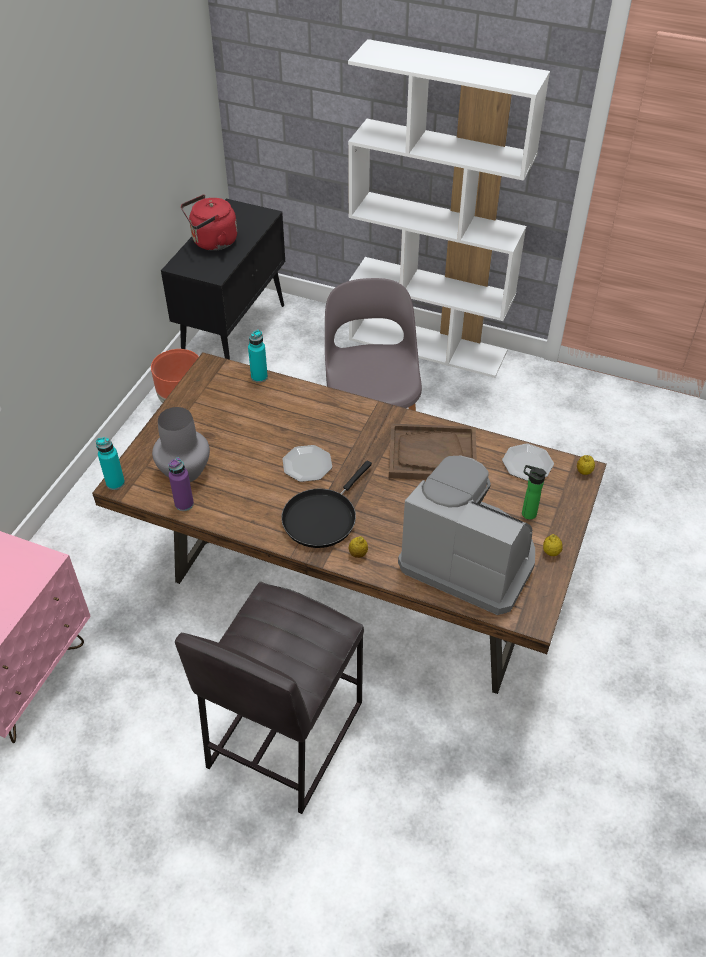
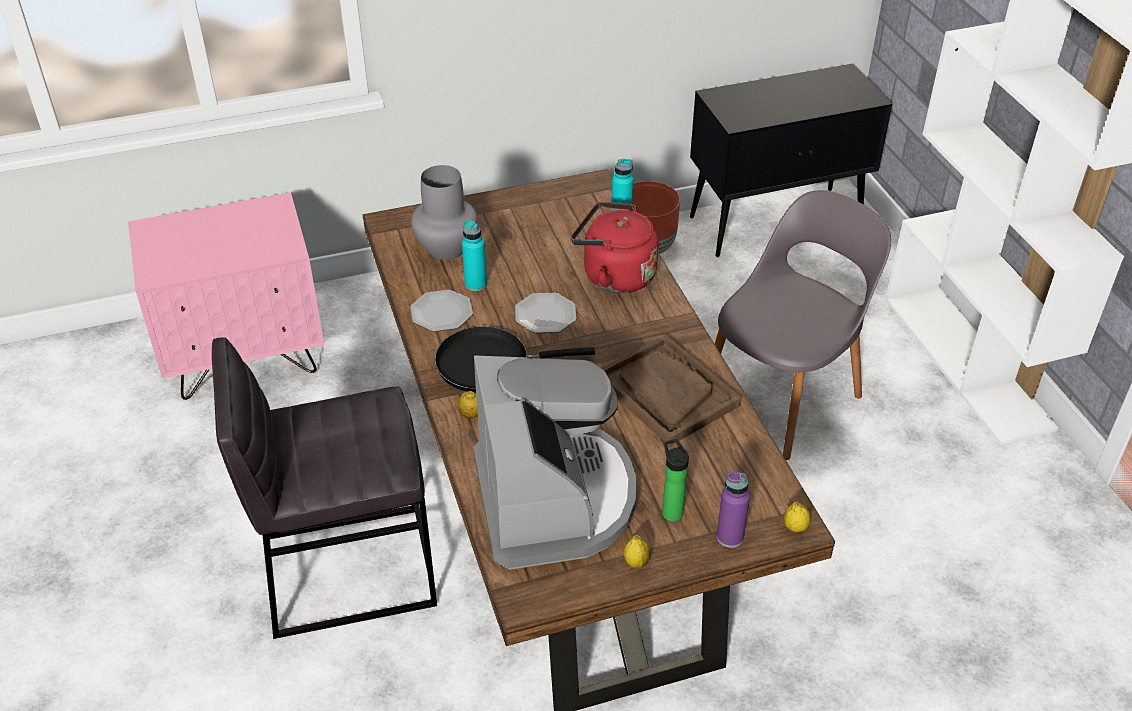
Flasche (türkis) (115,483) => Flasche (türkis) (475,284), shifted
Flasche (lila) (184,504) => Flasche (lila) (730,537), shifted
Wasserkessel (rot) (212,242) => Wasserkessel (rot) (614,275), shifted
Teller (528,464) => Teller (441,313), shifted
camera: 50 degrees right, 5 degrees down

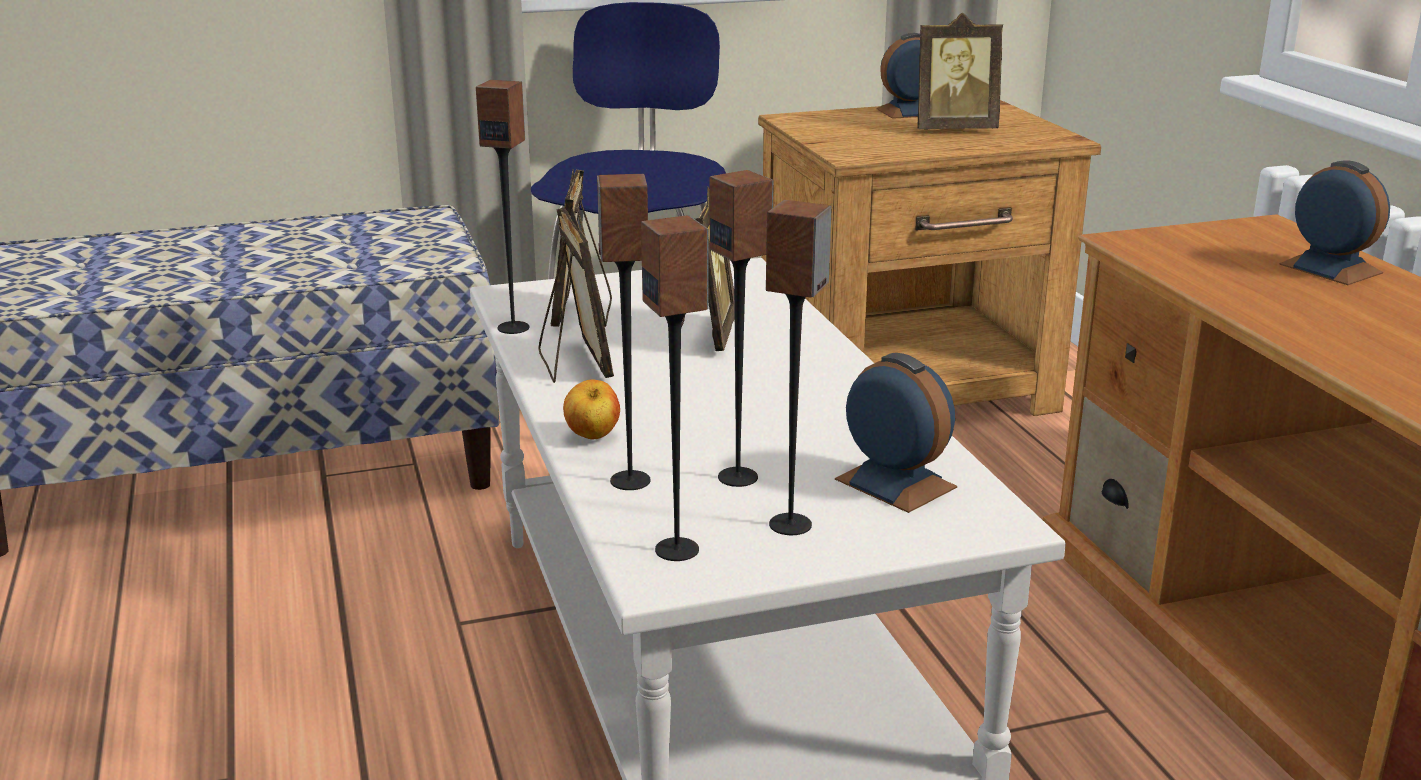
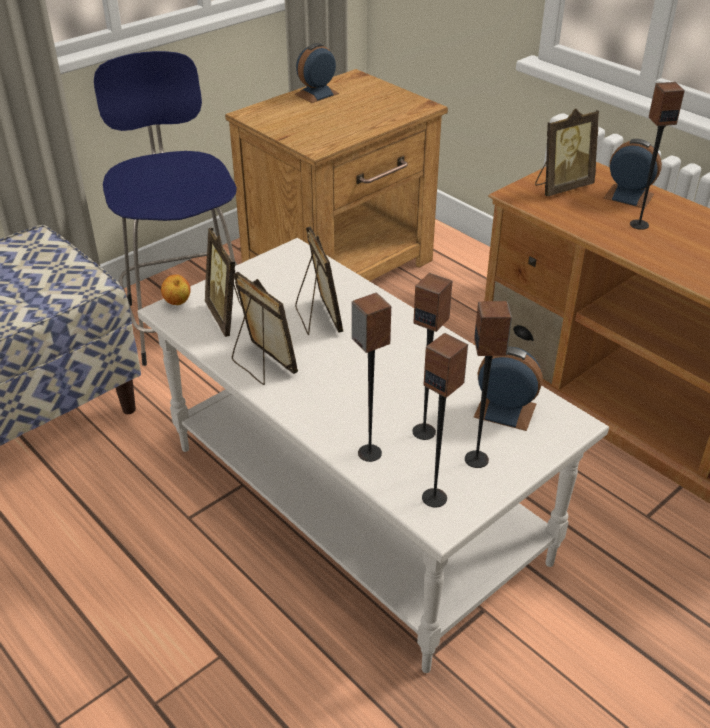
Lautsprecher (513,328) => Lautsprecher (639,224), shifted
Apfel (592,437) => Apfel (177,303), shifted
Bilderrahmen (954,129) => Bilderrahmen (561,187), shifted
camera: 25 degrees left, 15 degrees up

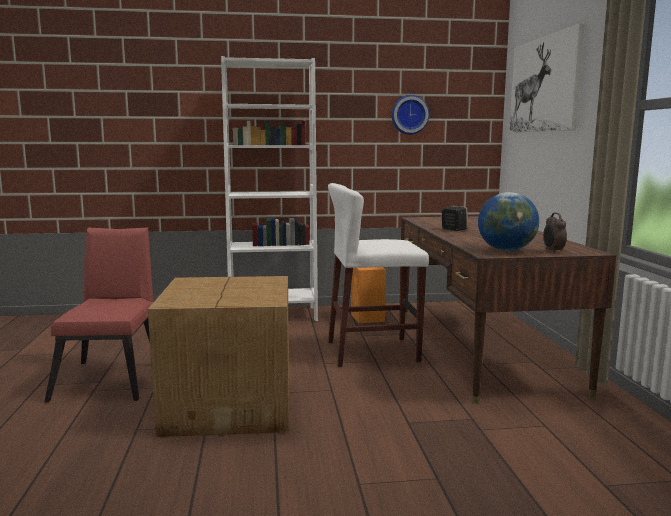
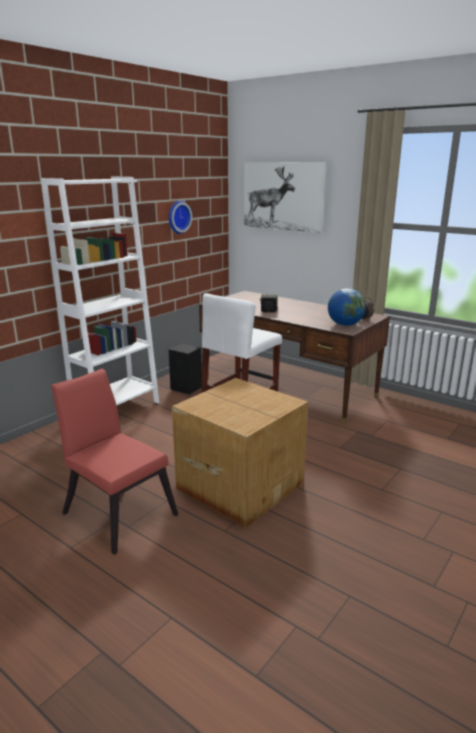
Lautsprecher (orange) (368,318) => Lautsprecher (schwarz) (187,388)
camera: 45 degrees left, 10 degrees up

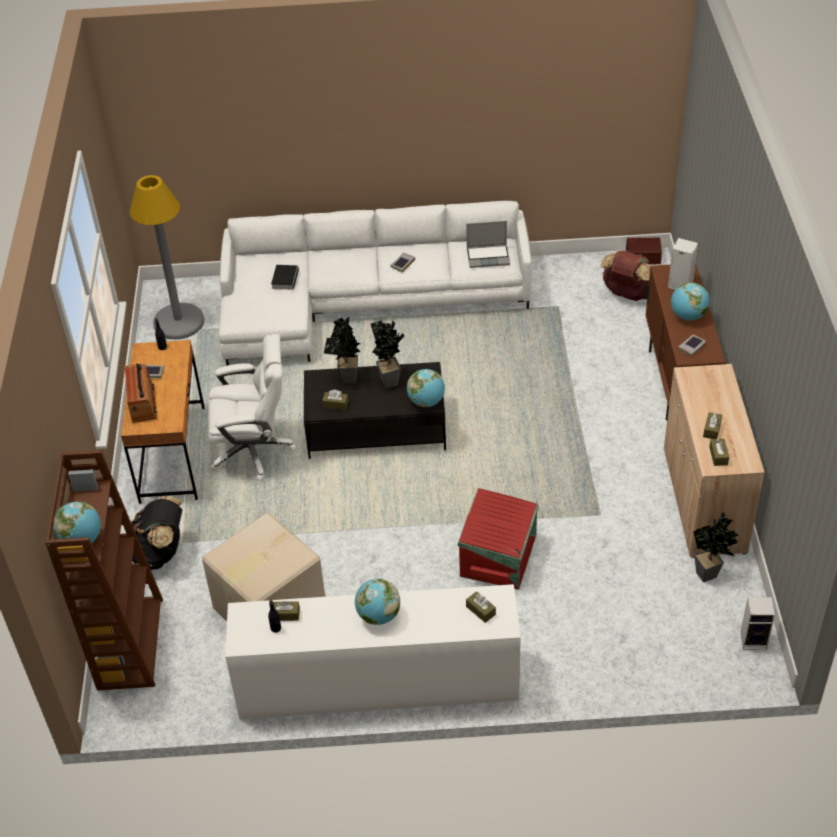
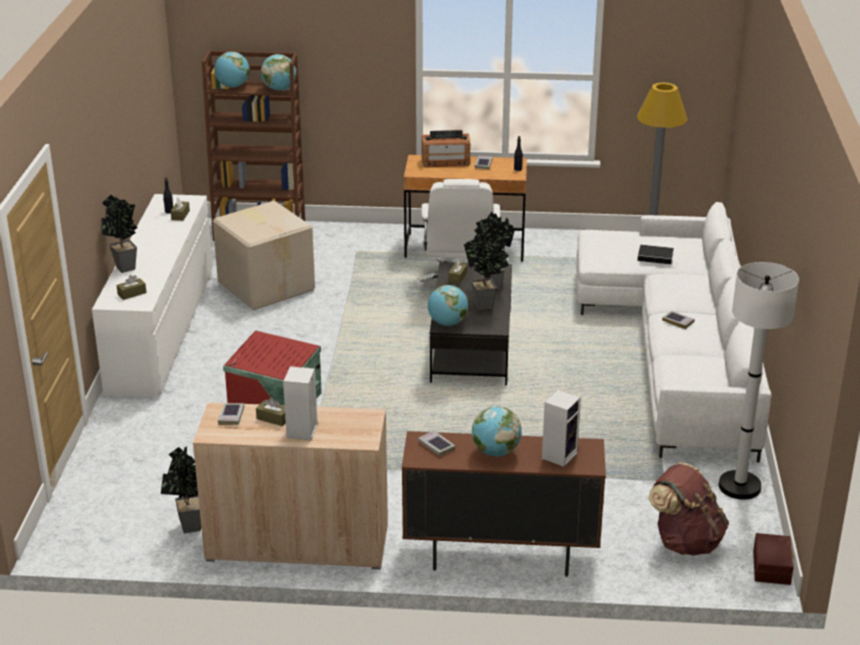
Rucksack (schwarz) (160,553) => nothing
Laptop (488,256) => nothing
nothing => Topfpflanze (125,269)
nothing => Stehlampe (weiß) (739,486)
Globus (378,615) => Globus (279,89), shifted
Lautsprecher (754,640) => Lautsprecher (302,432), shifted
Taschentuchbox (braun) (718,456) => Buch (231,416)
camera: 95 degrees right, 15 degrees down

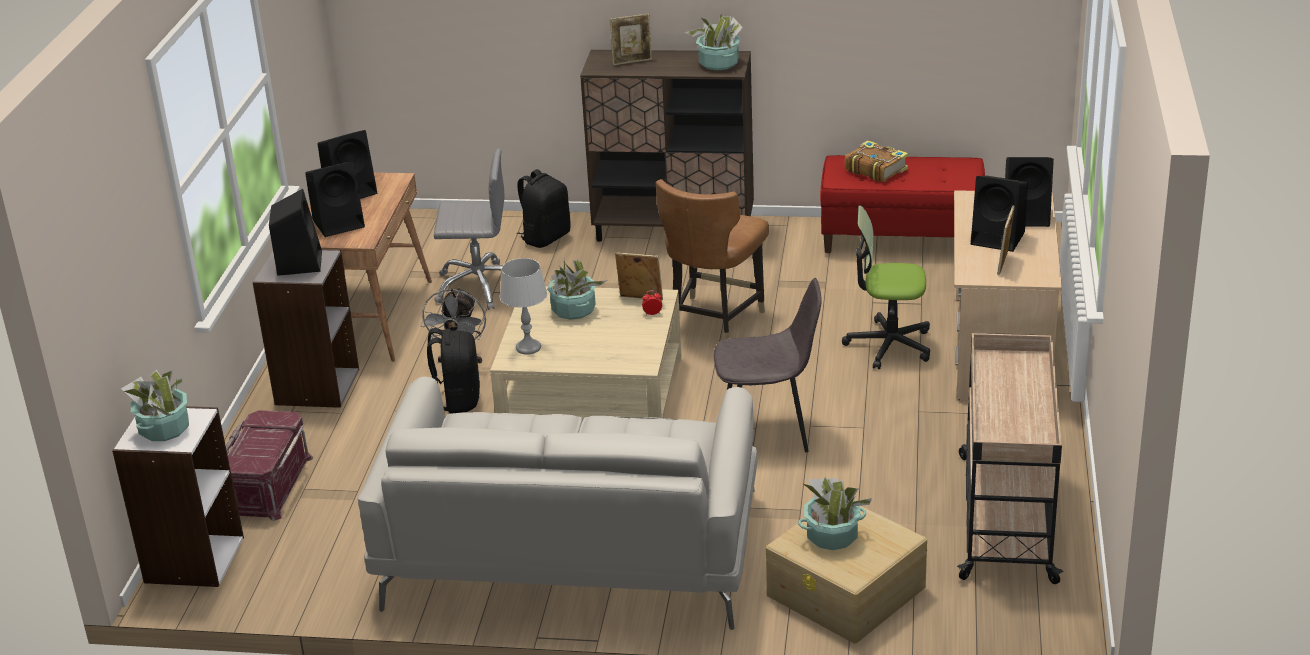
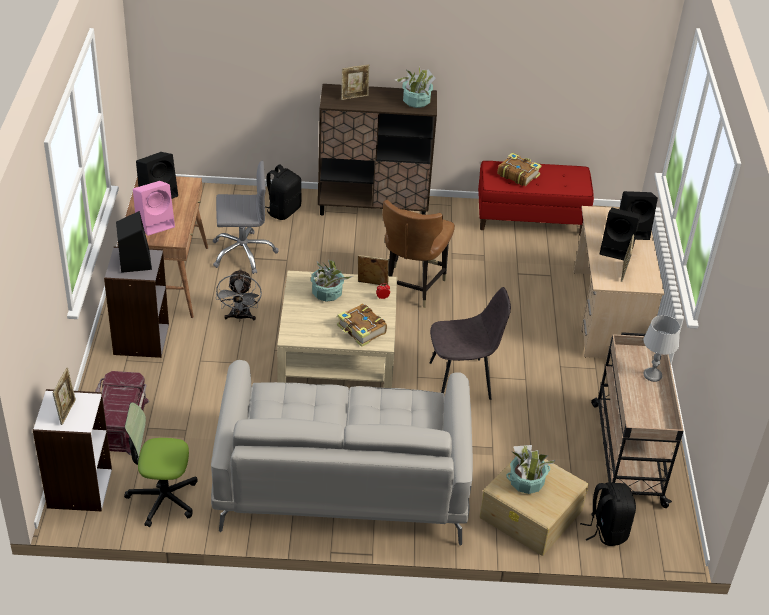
nothing => Buch (361,330)
Rucksack (schwarz) (457,400) => Rucksack (schwarz) (606,530), shifted
Tischlampe (grau) (528,347) => Tischlampe (grau) (652,375), shifted
Bürostuhl (889,345) => Bürostuhl (163,498), shifted
Topfpflanze (164,429) => Bilderrahmen (66,411)
Lautsprecher (schwarz) (340,223) => Lautsprecher (rosa) (156,223)
camera: 10 degrees left, 10 degrees up

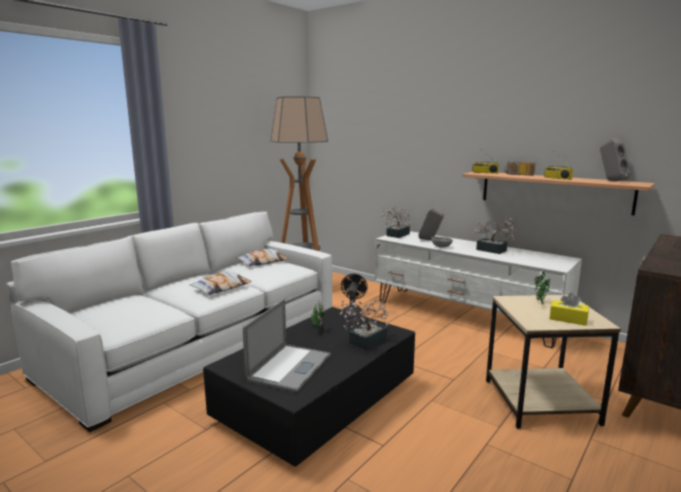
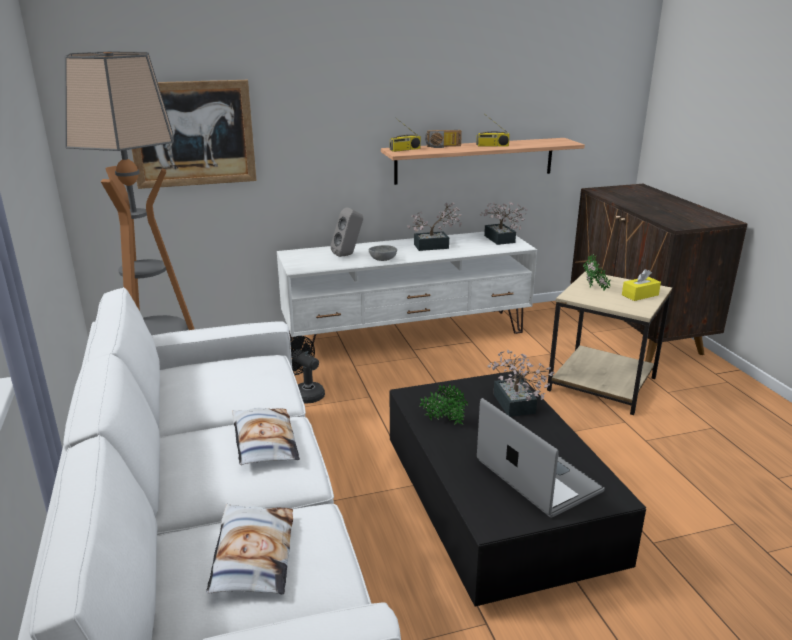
Lautsprecher (grau) (611,181) => nothing
nothing => Bild (192,134)
Kissen (262,262) => Kissen (252,555), shifted
Topfpflanze (396,235) => Topfpflanze (501,240), shifted
camera: 55 degrees left, 10 degrees up

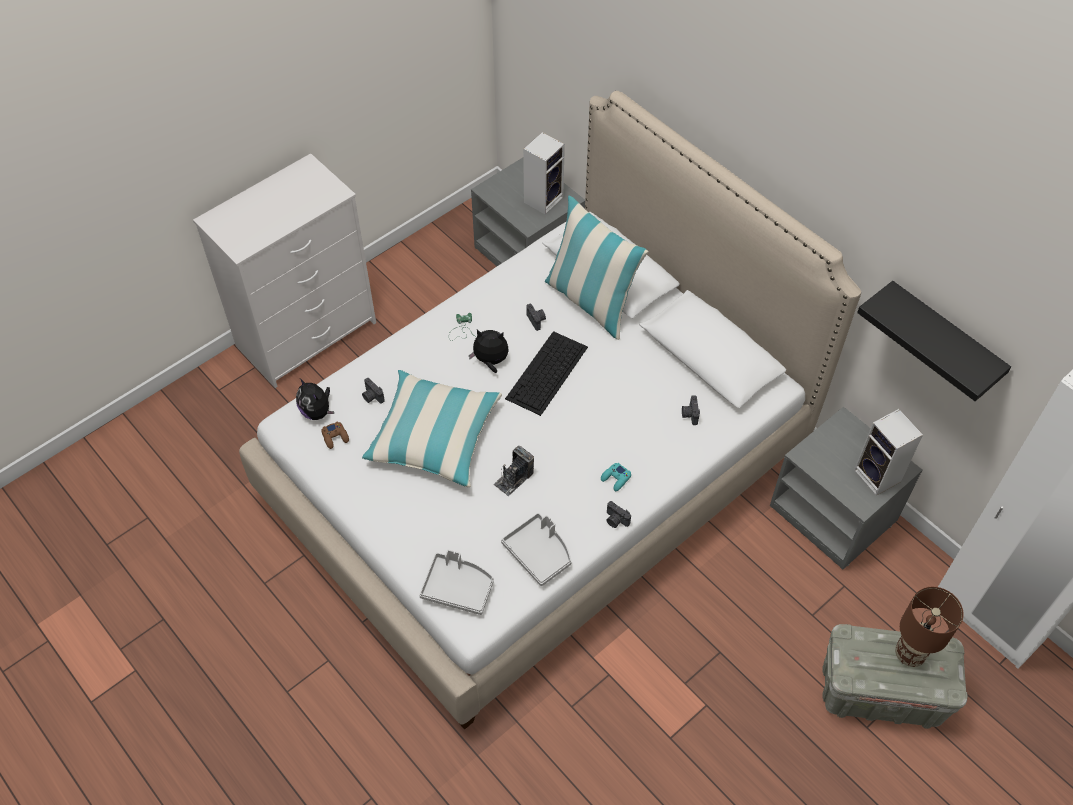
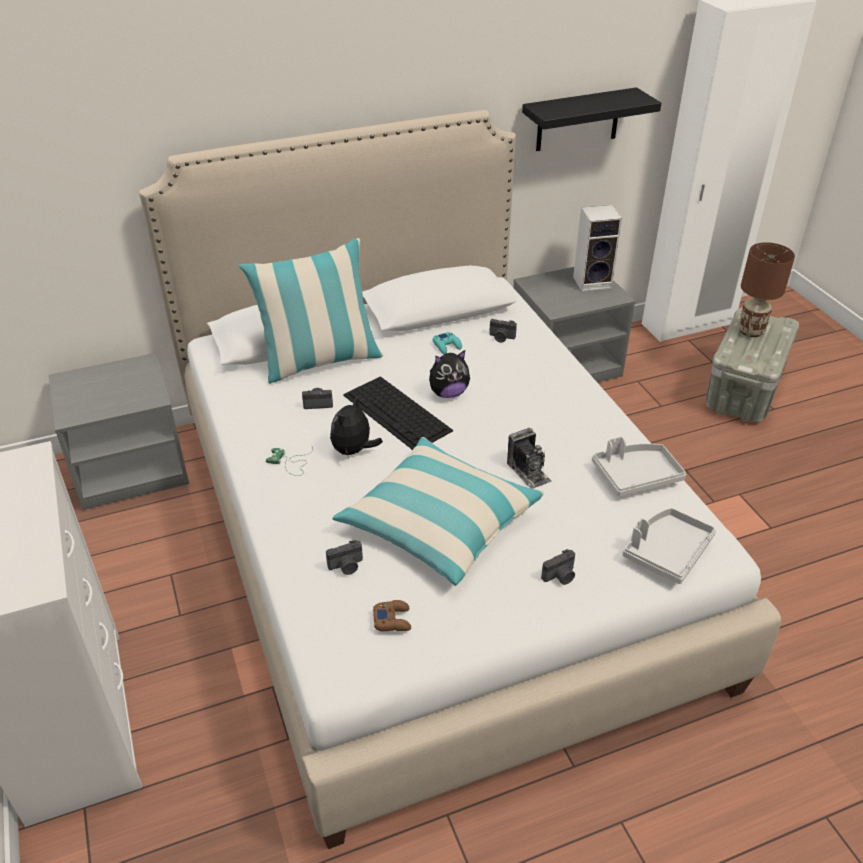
Lautsprecher (543,198) => nothing
Plüschtier (317,412) => Plüschtier (448,393), shifted
Gamepad (türkis) (616,479) => Gamepad (türkis) (447,346), shifted
Kamera (615,520) => Kamera (560,576), shifted
camera: 70 degrees left, 15 degrees down

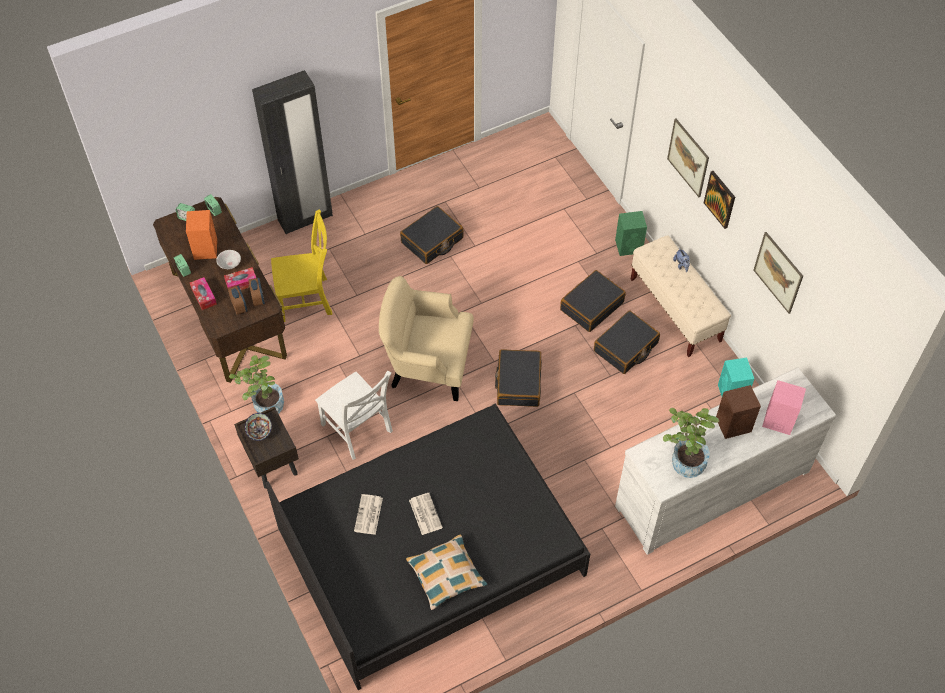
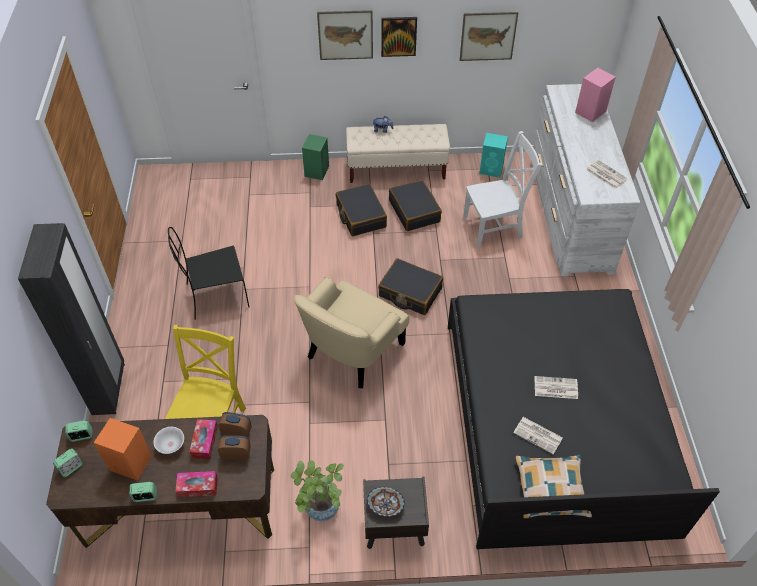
Lautsprecher (braun) (734,424) => nothing
Stuhl (weiß) (358,430) => Stuhl (weiß) (495,226), shifted
Kissen (446,575) => Kissen (551,489), shifted
Koffer (schwarz) (432,241) => Stuhl (schwarz) (215,296)
Topfpflanze (683,460) => Zeitung (605,174)
camera: 65 degrees left, 5 degrees down

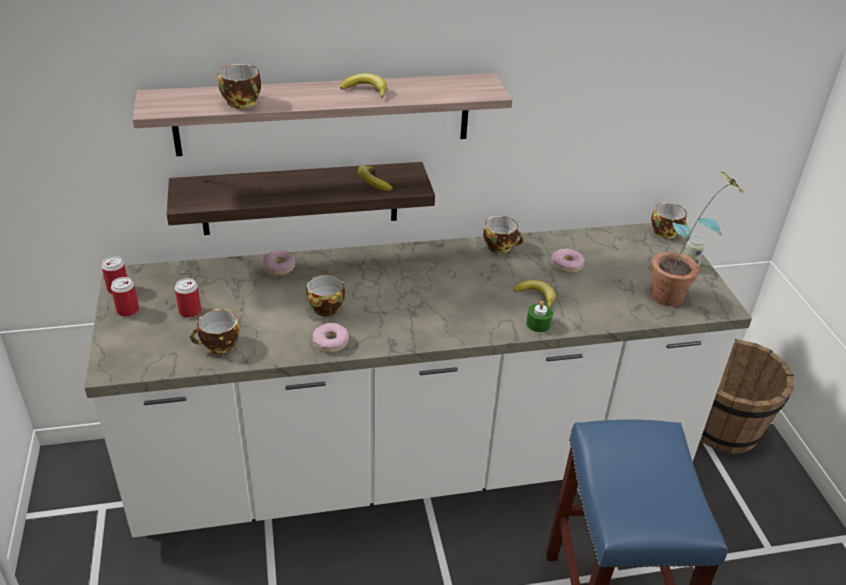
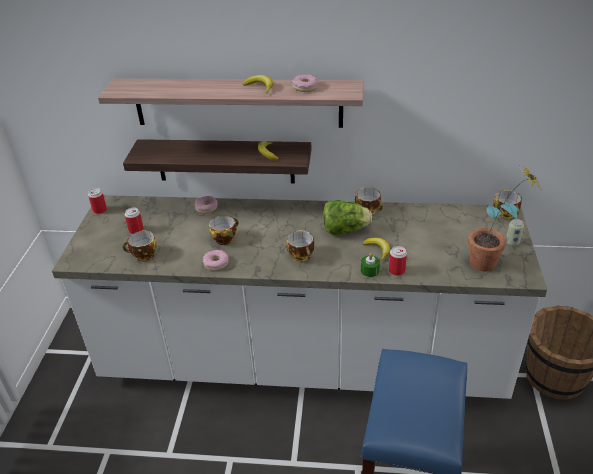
nothing => Salatkopf (345,230)
Dose (128,310) => Dose (396,271), shifted
Tasse (244,103) => Tasse (302,256), shifted
Donut (566,265) => Donut (305,87), shifted
camera: 20 degrees right, 0 degrees up

